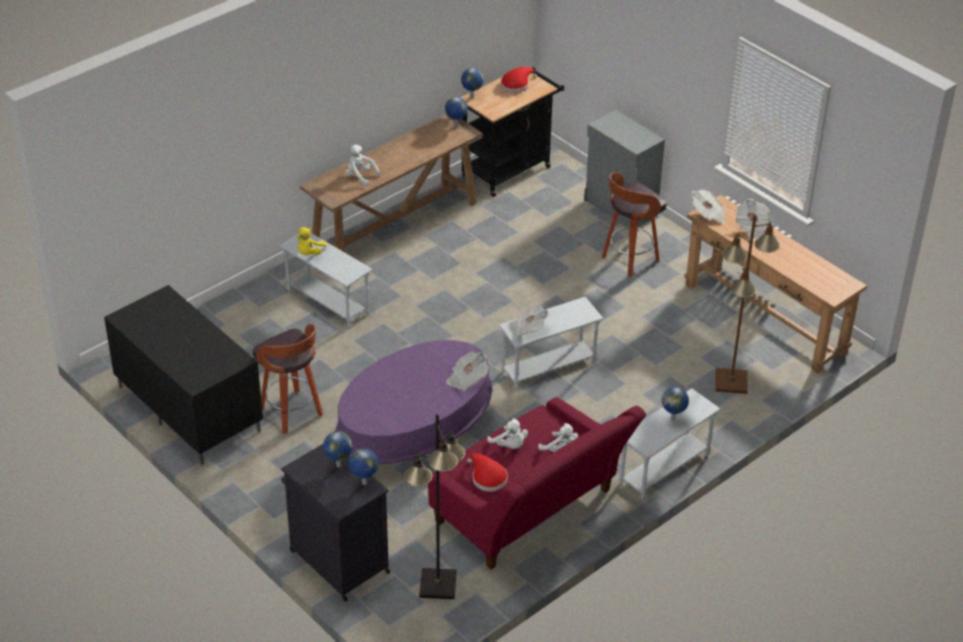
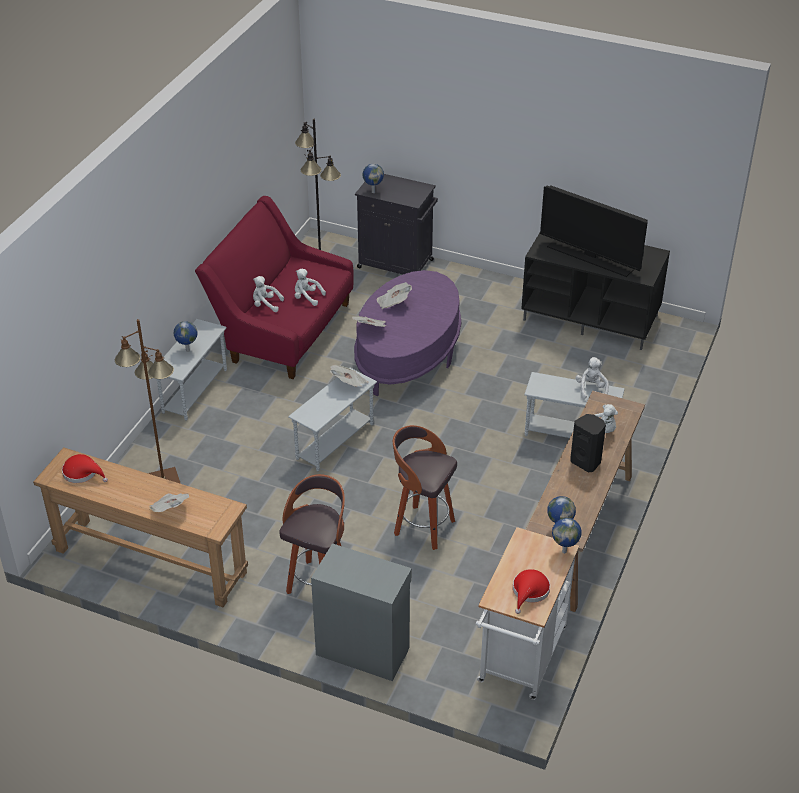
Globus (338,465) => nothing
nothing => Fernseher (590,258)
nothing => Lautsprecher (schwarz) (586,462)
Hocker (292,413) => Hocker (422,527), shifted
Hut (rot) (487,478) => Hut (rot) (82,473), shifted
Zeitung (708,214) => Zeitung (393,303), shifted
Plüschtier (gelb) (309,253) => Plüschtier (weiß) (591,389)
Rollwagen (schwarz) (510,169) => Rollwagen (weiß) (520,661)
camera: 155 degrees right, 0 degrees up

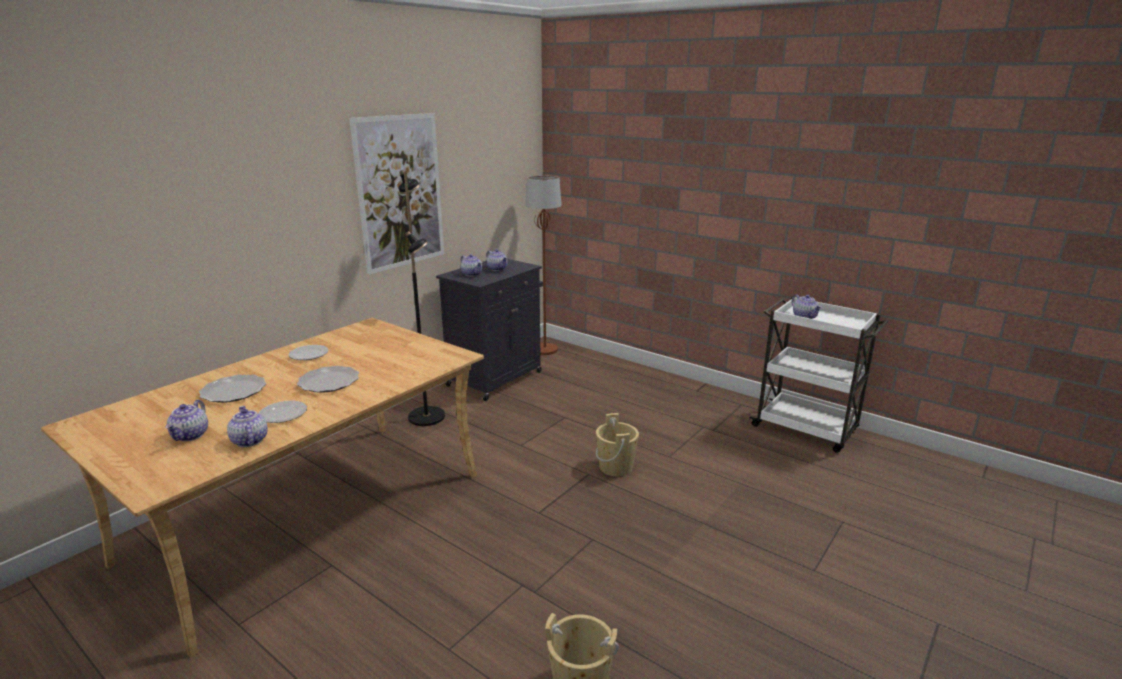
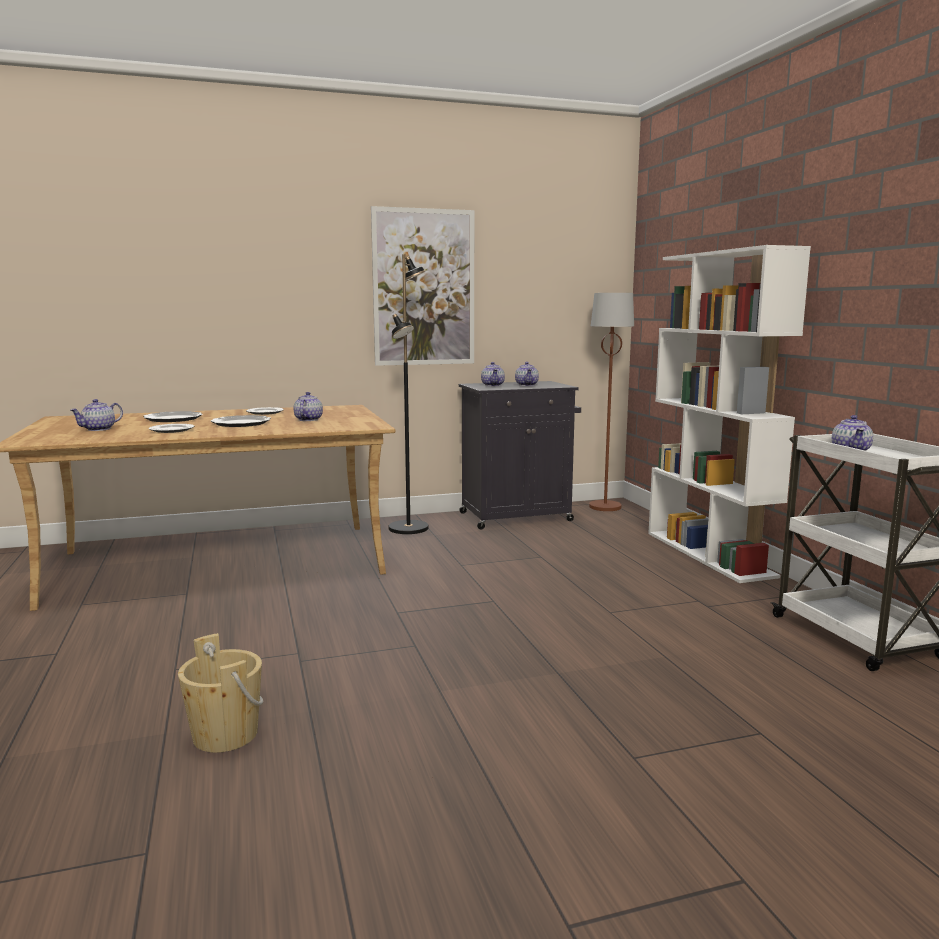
Eimer (beige) (616,467) => nothing
nothing => Bücherregal (weiß) (709,554)
Teekanne (249,441) => Teekanne (308,419), shifted
camera: 35 degrees right, 10 degrees down

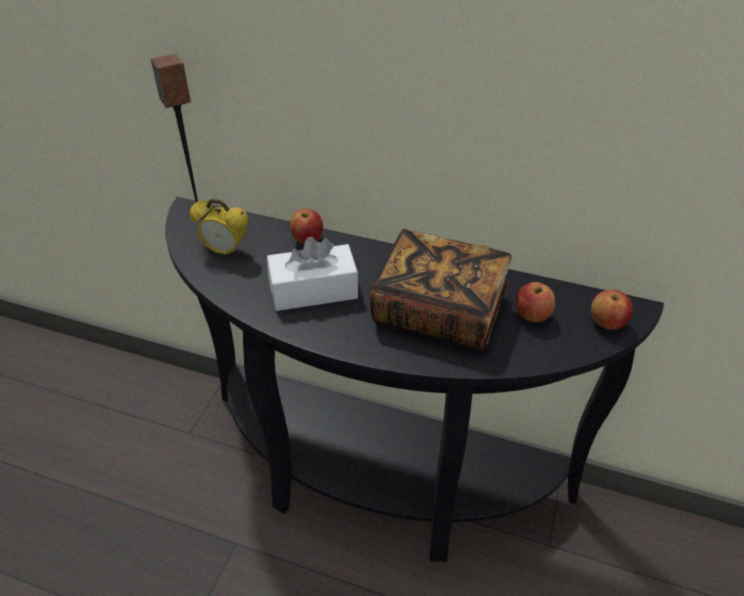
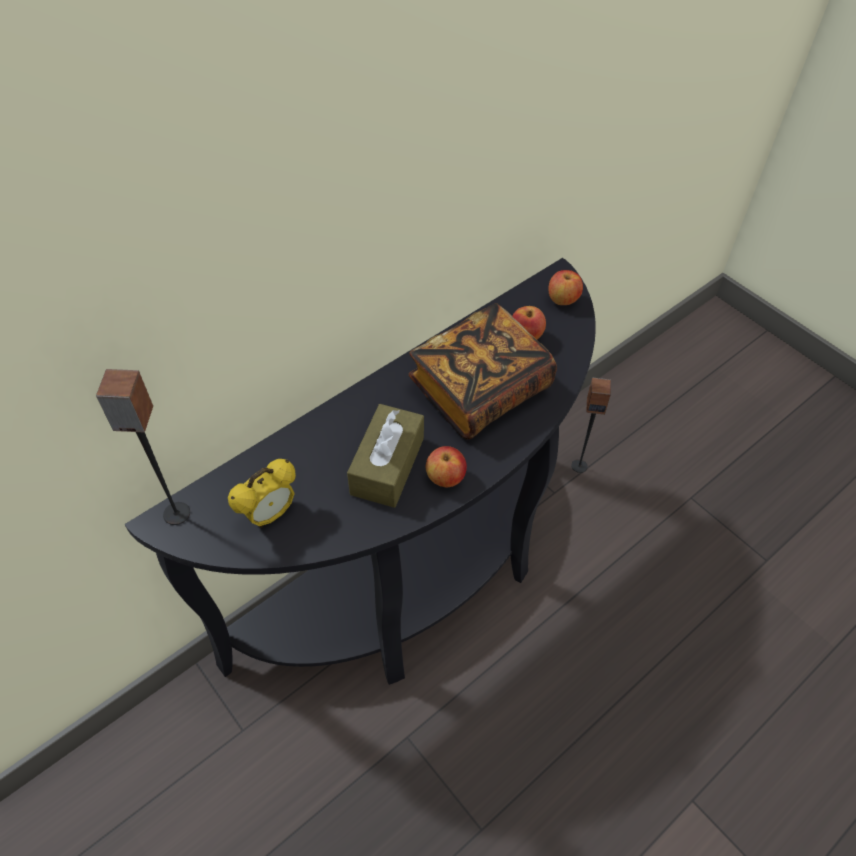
nothing => Lautsprecher (579,465)
Apfel (307,240) => Apfel (445,478), shifted
Taschentuchbox (weiß) (313,290) => Taschentuchbox (braun) (387,466)
camera: 60 degrees left, 10 degrees up

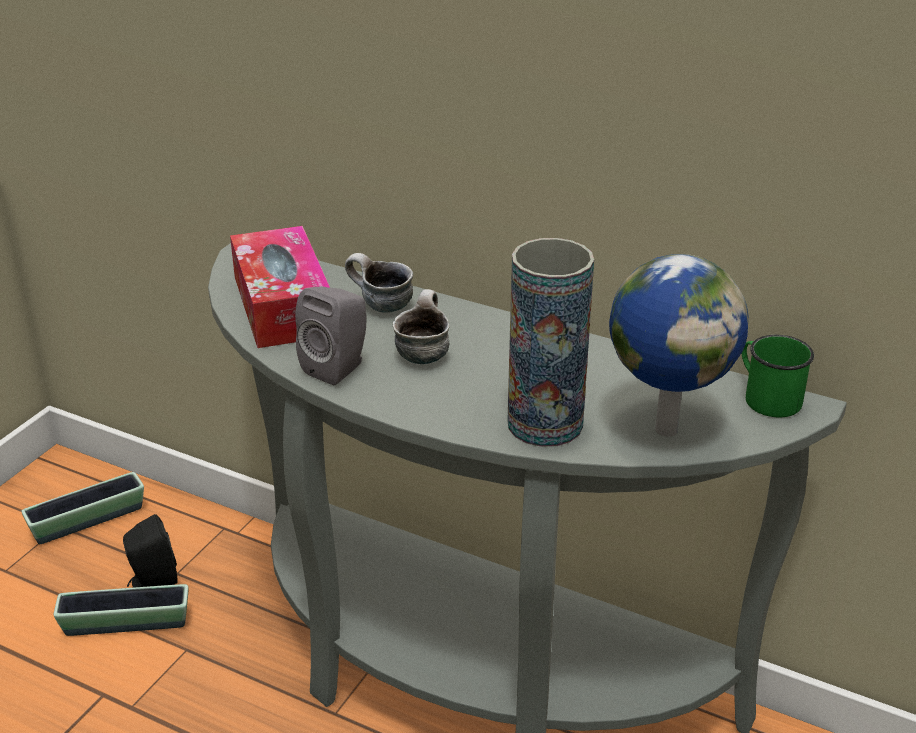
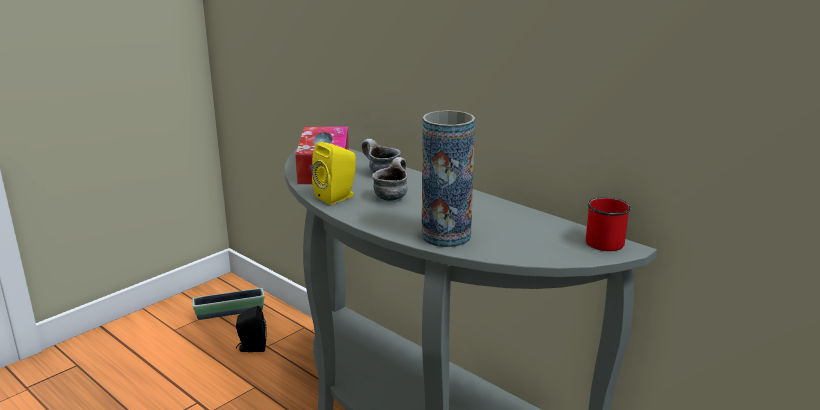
Pflanzkübel (126,623) => nothing
Globus (665,428) => nothing
Lautsprecher (grau) (338,367) => Lautsprecher (gelb) (338,197)
Henkelbecher (grün) (766,397) => Henkelbecher (rot) (601,240)
camera: 15 degrees right, 10 degrees down

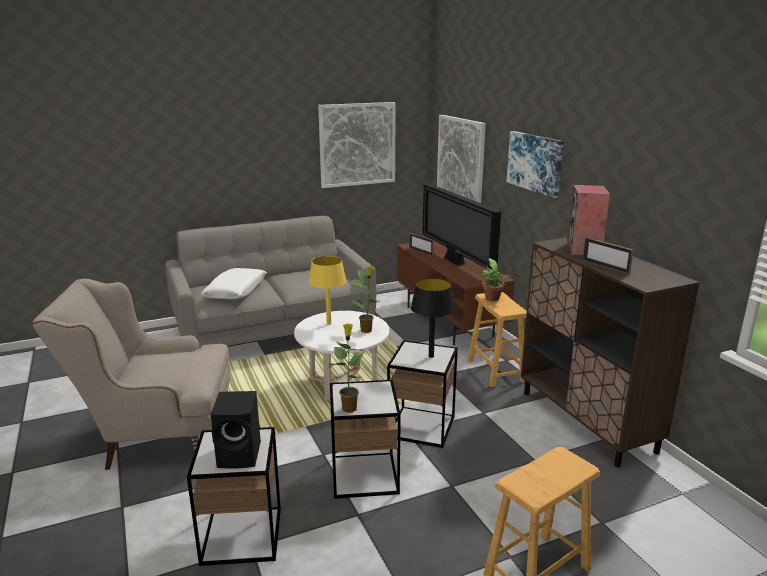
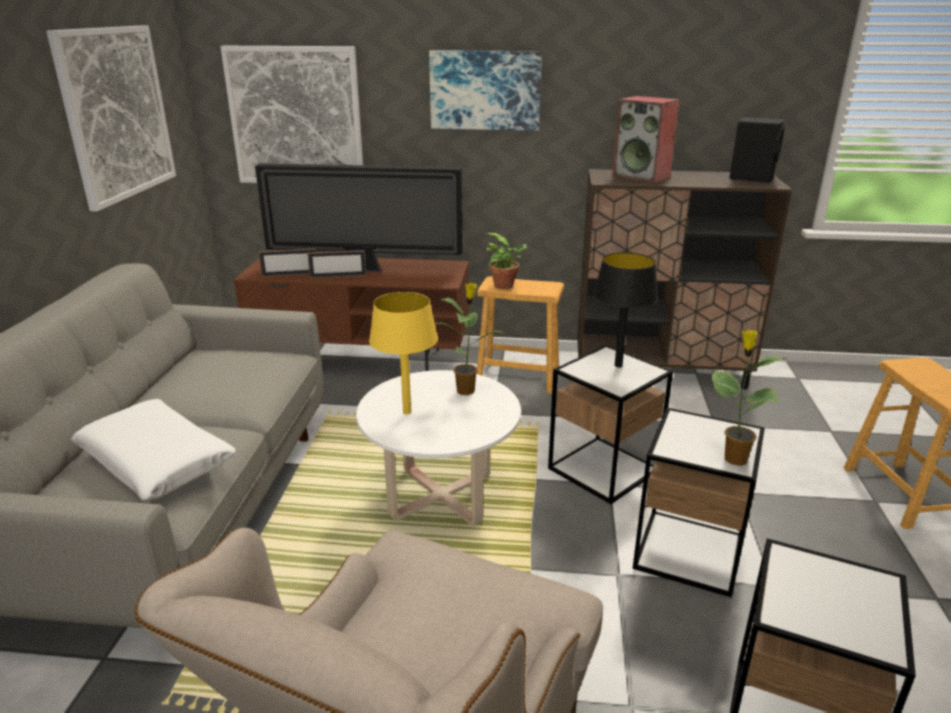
Lautsprecher (schwarz) (241,455) => Lautsprecher (schwarz) (752,177), shifted
Bilderrahmen (605,267) => Bilderrahmen (338,276), shifted
camera: 60 degrees left, 5 degrees up

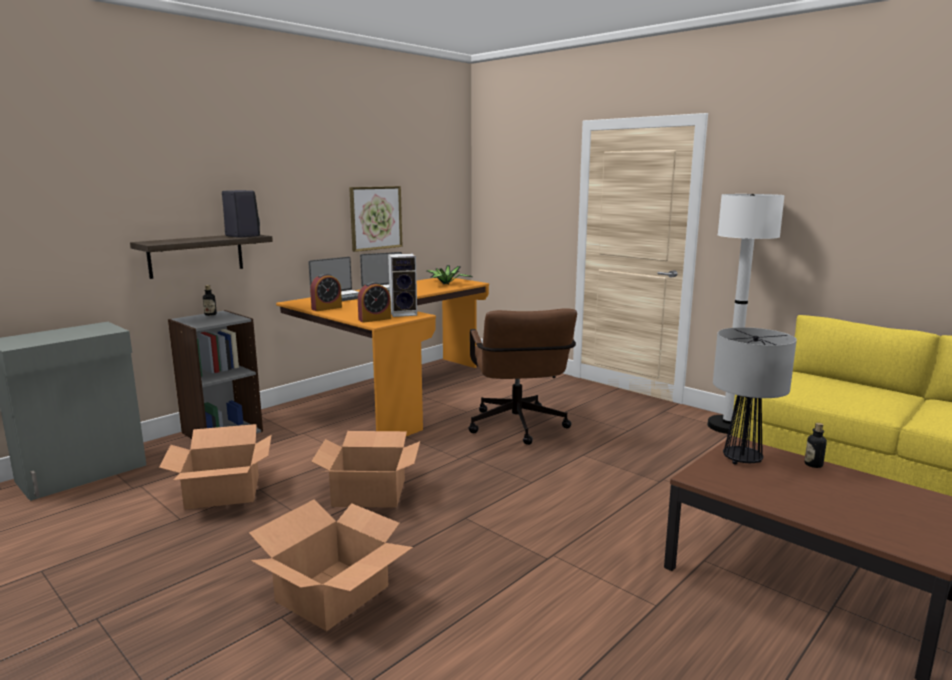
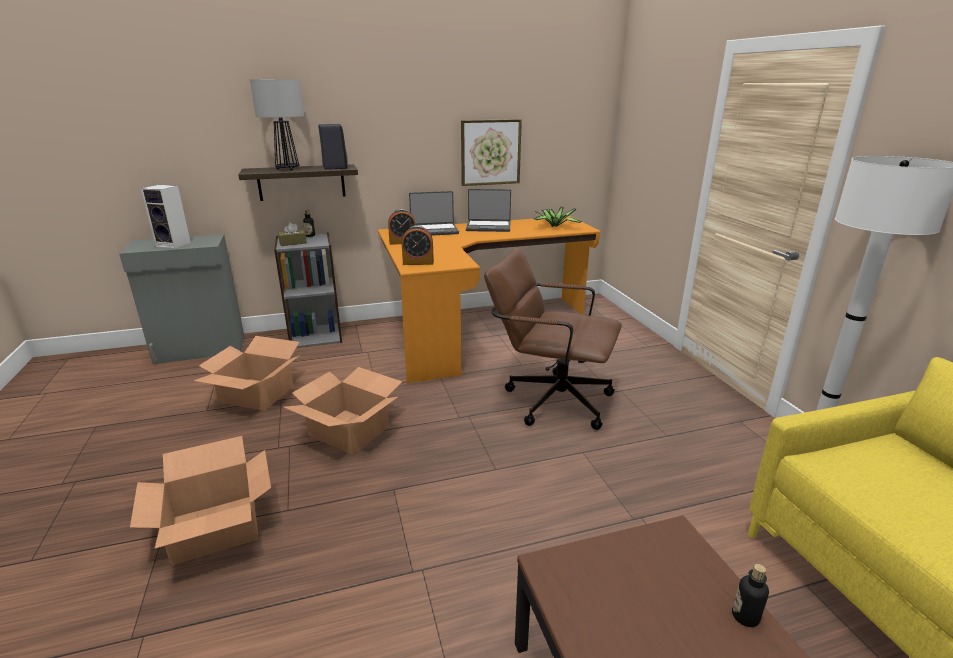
nothing => Taschentuchbox (braun) (293,243)
Lautsprecher (404,313) => Lautsprecher (174,245), shifted
Tischlampe (742,460) => Tischlampe (287,169), shifted
Bürostuhl (braun) (518,429) => Bürostuhl (braun) (549,399), 90 degrees clockwise
camera: 30 degrees right, 10 degrees up

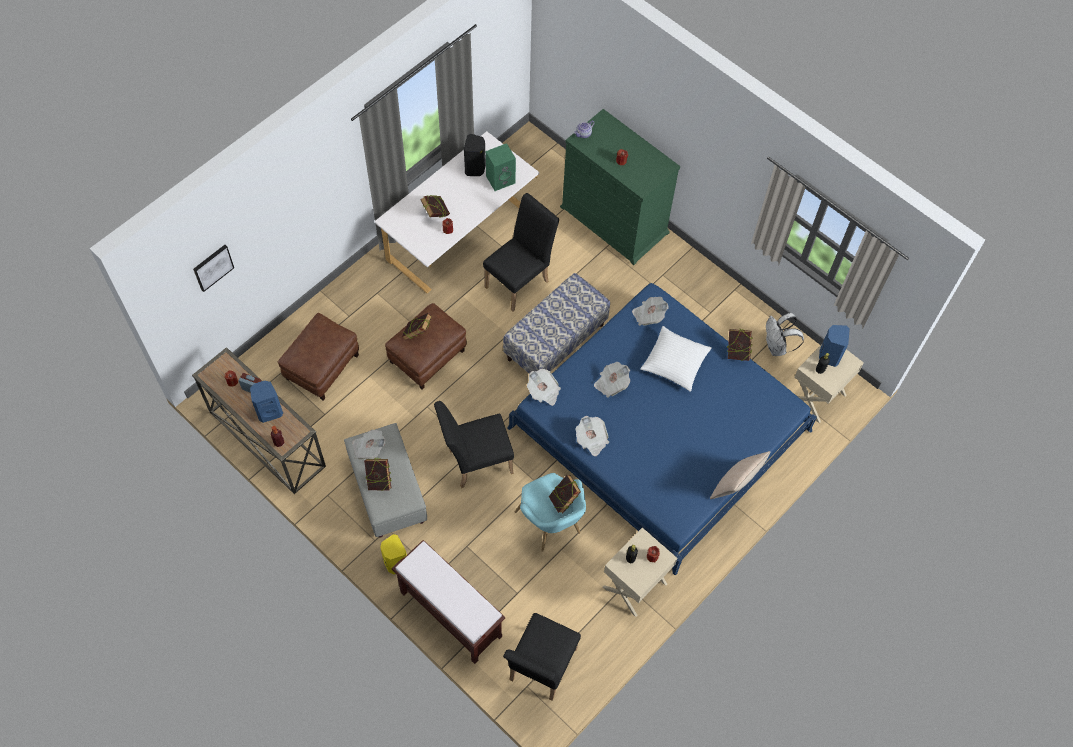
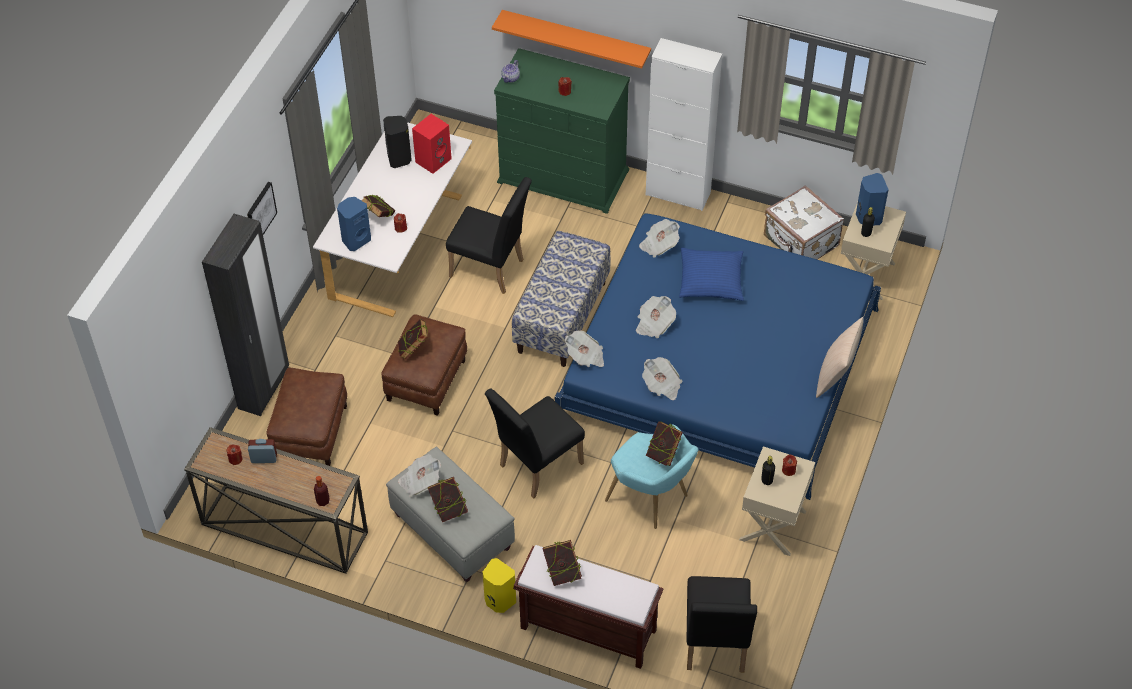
nothing => Kleiderschrank (schwarz) (264,389)
nothing => Wandregal (orange) (576,39)
nothing => Schrank (weiß) (678,193)
Bild (213,267) => Bild (260,212), shifted
Lautsprecher (blau) (269,411) => Lautsprecher (blau) (355,240), shifted
Buch (737,352) => Buch (562,573), shifted
Rucksack (weiß) (777,347) => Koffer (weiß) (800,242)
Lautsprecher (grün) (501,179) => Lautsprecher (rot) (433,159)
Kissen (weiß) (675,362) => Kissen (blau) (710,280)
Stuhl (schwarz) (520,281) => Stuhl (schwarz) (491,270), 90 degrees clockwise
camera: 20 degrees left, 10 degrees down

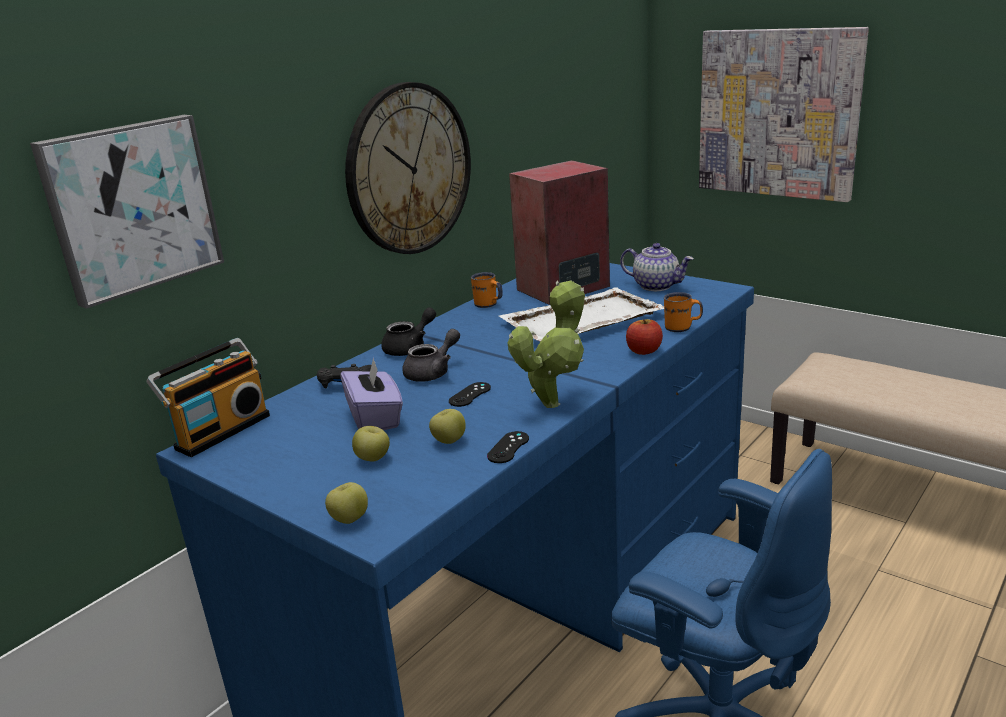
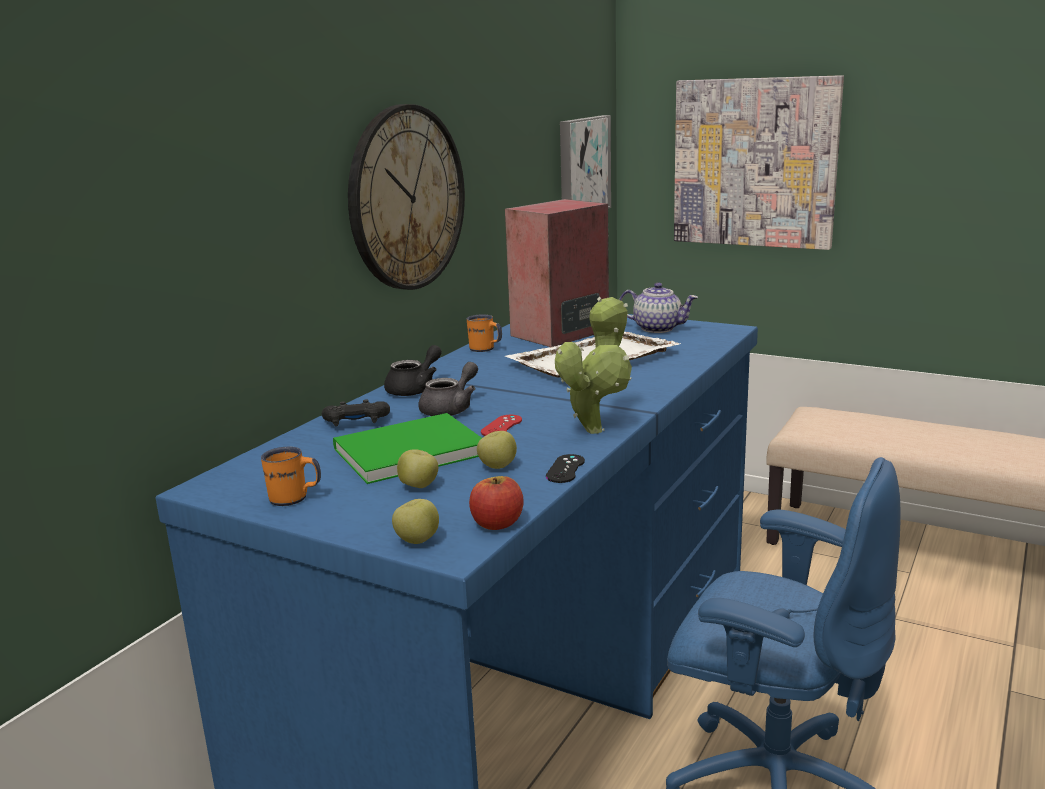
Radio (220,431) => nothing
Bild (132,207) => Bild (582,166), shifted
Apfel (644,351) => Apfel (497,523), shifted
Henkelbecher (orange) (682,328) => Henkelbecher (orange) (295,499), shifted
Taschentuchbox (lila) (375,418) => Buch (grün) (404,451)
Gamepad (schwarz) (470,395) => Gamepad (rot) (501,426)
camera: 10 degrees left, 5 degrees down

